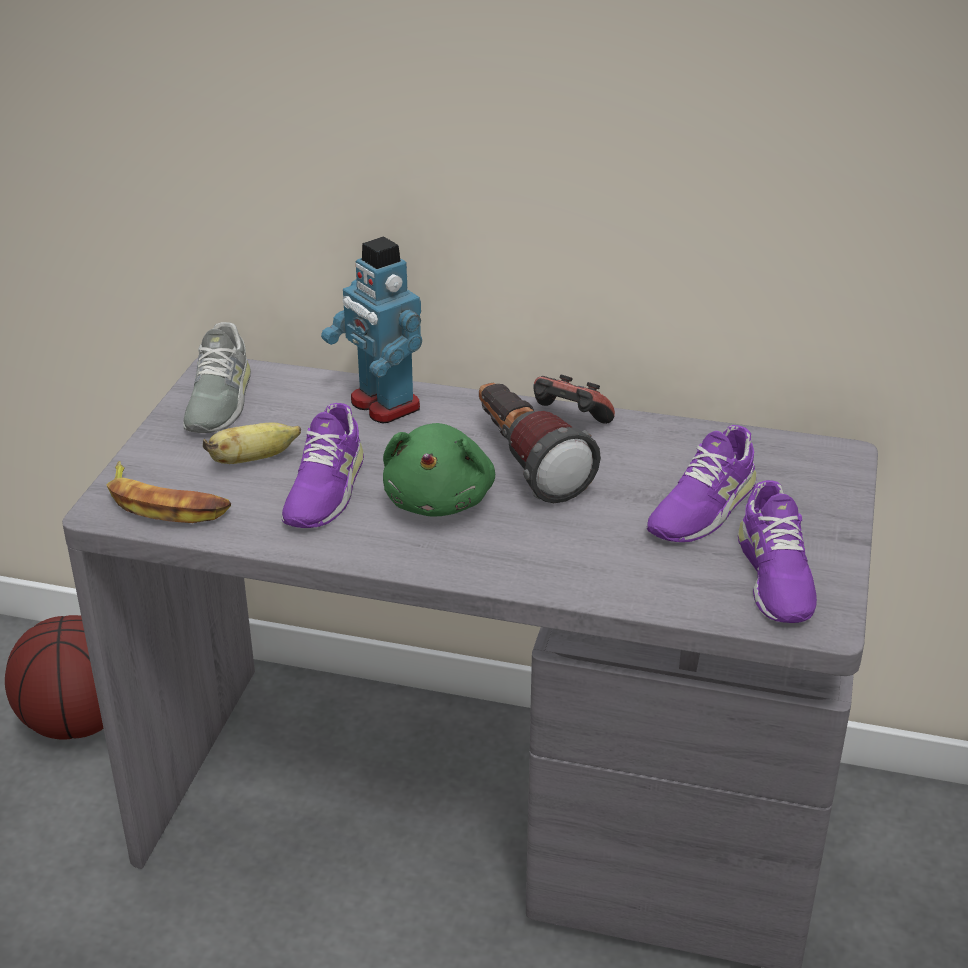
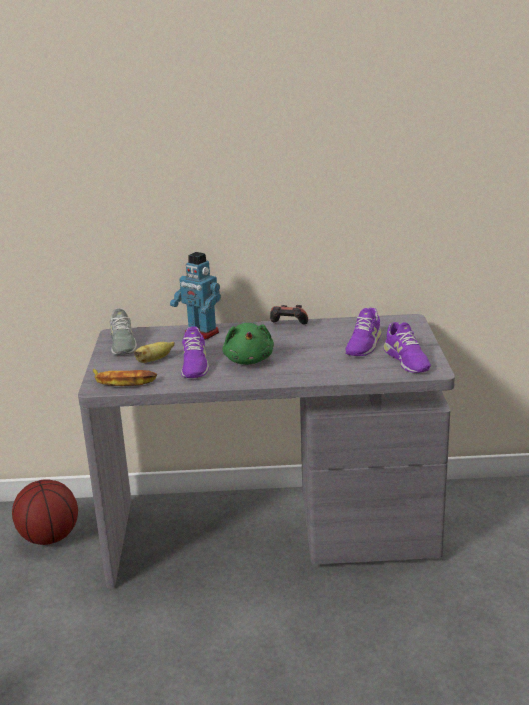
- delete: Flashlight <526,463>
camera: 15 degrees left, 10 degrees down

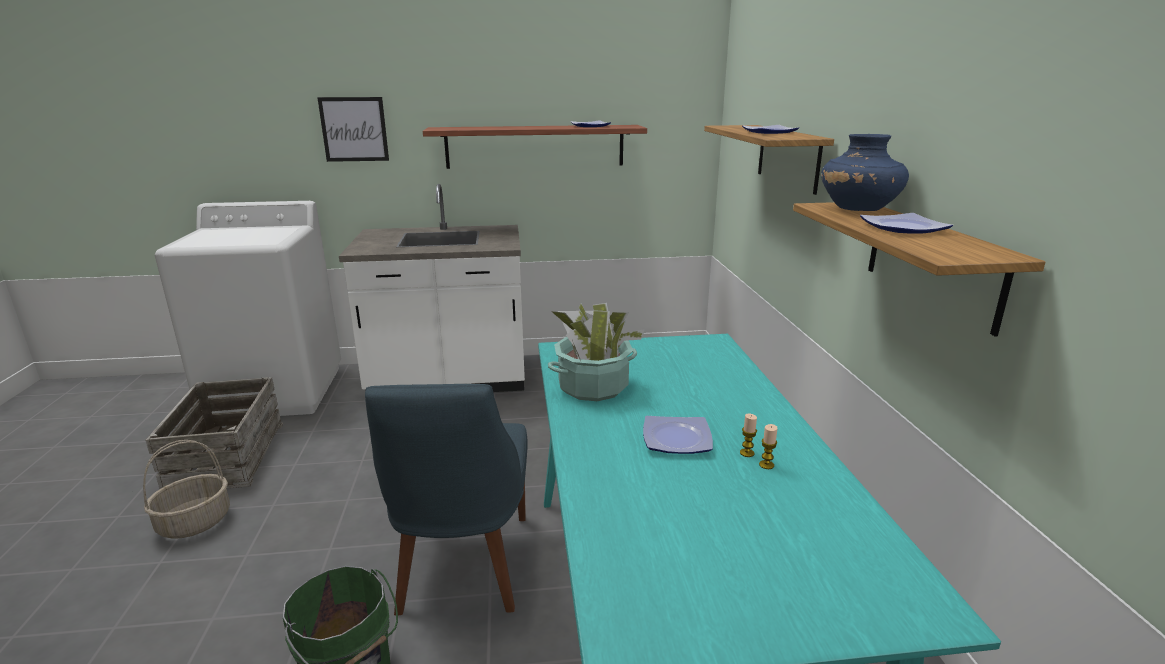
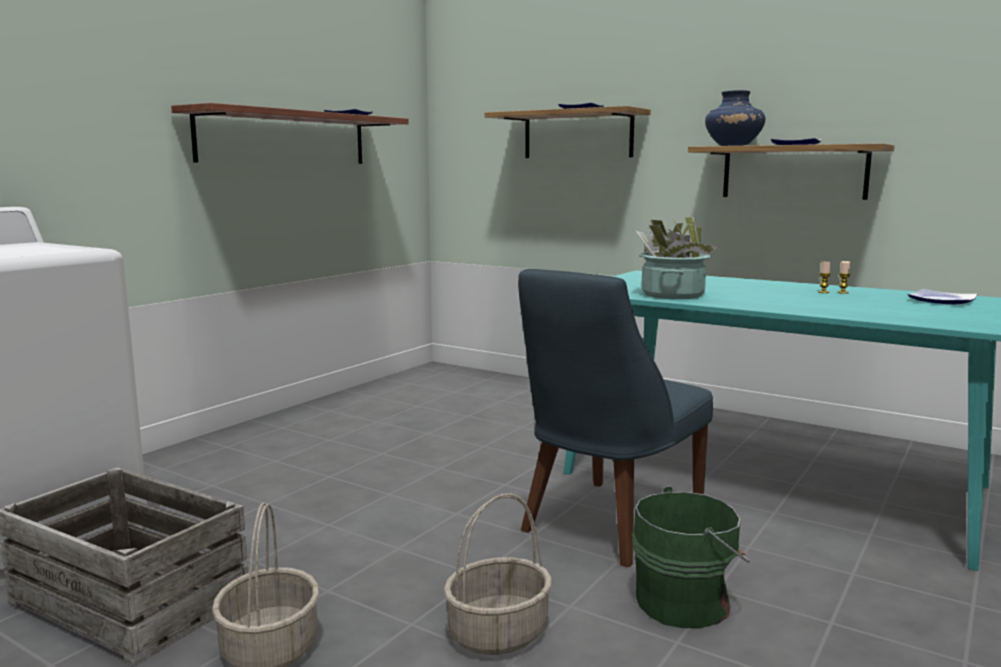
- delete: Picture <354,129>
- delete: WhiteCounter <449,380>
- insert: Basket <498,634>
- move: Plate <675,438> to <940,301>
- rotate: BlueChair <462,568> = <606,524> 90 degrees clockwise
camera: 50 degrees left, 10 degrees down

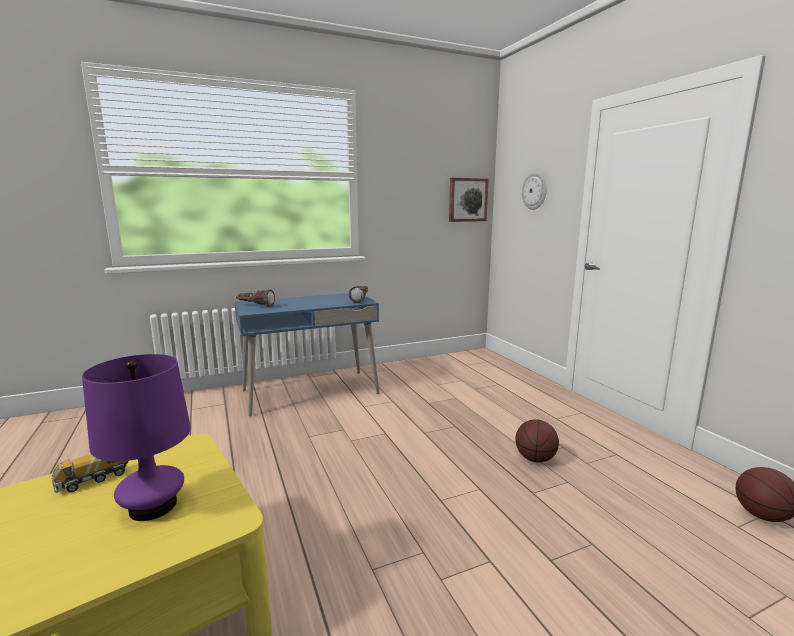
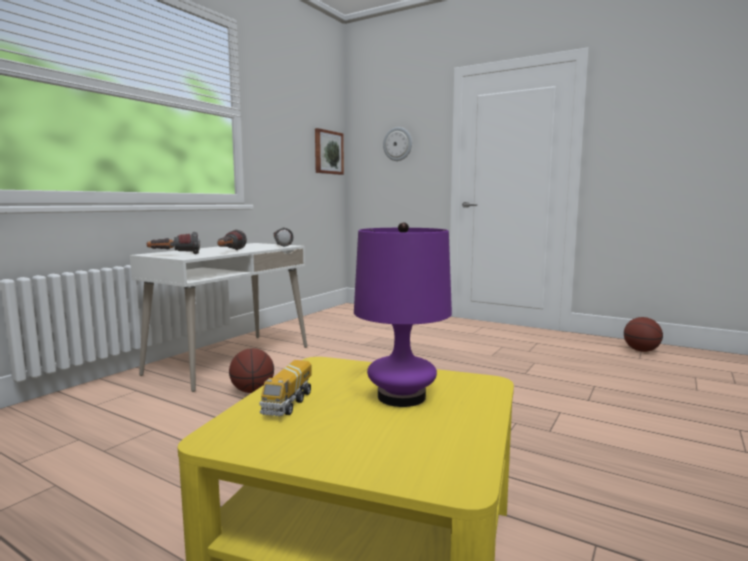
- insert: Flashlight <229,251>
- move: Basketball <535,459> to <252,391>
- recolor: BlueDesk <310,392> to WhiteDesk <230,360>
camera: 35 degrees left, 5 degrees down

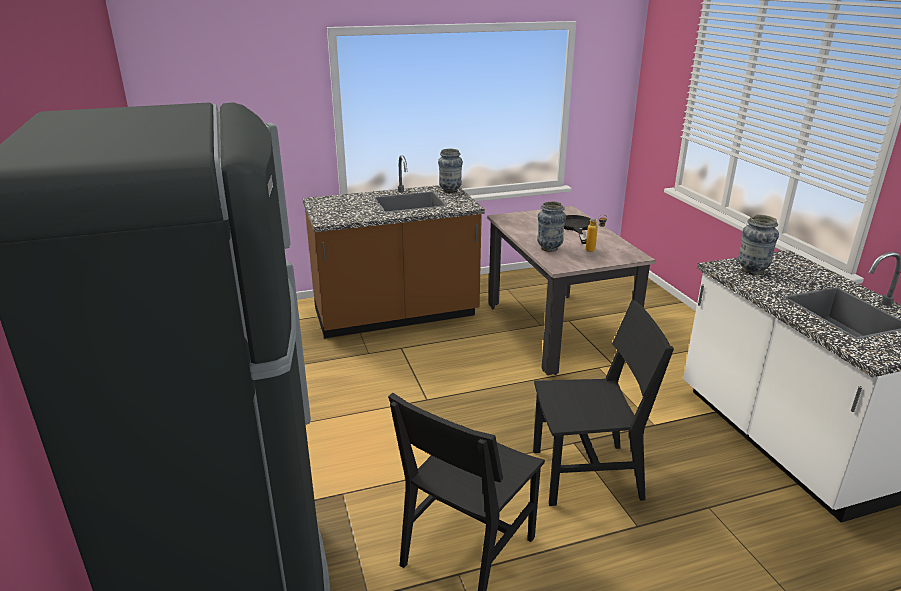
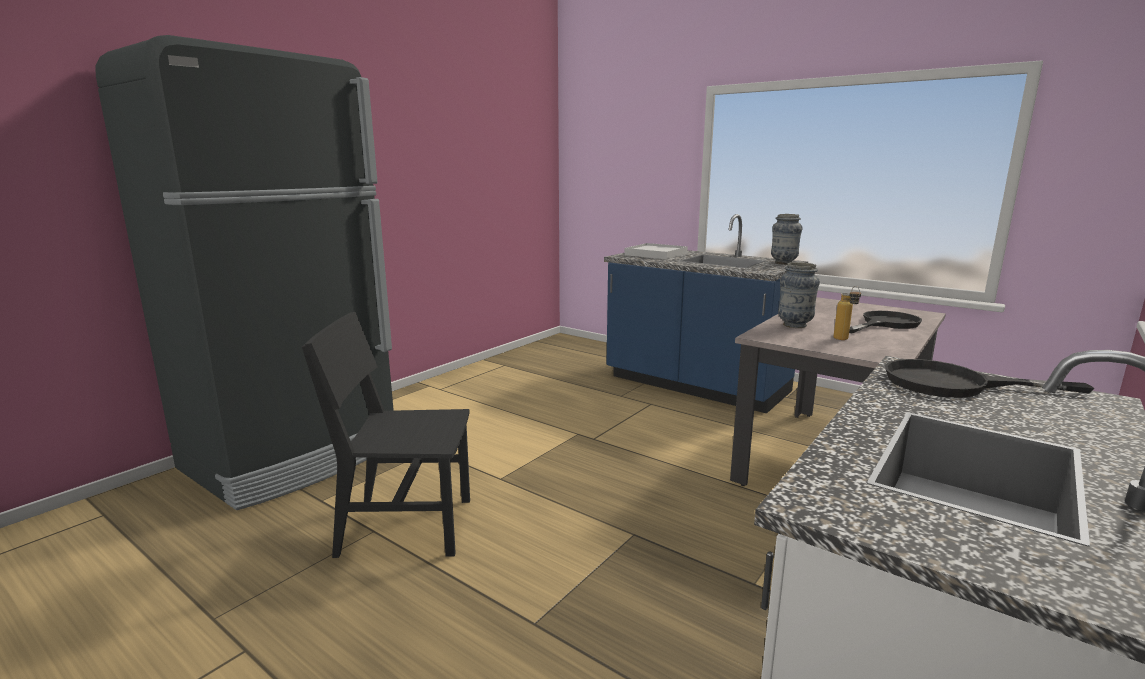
- delete: BlackChair <586,474>
- insert: WhiteTray <656,254>
- replace: Vase <752,270> to BlackFryingPan <954,384>
- recolor: BrownCounter <396,315> to BlueCounter <696,385>
camera: 55 degrees right, 10 degrees down

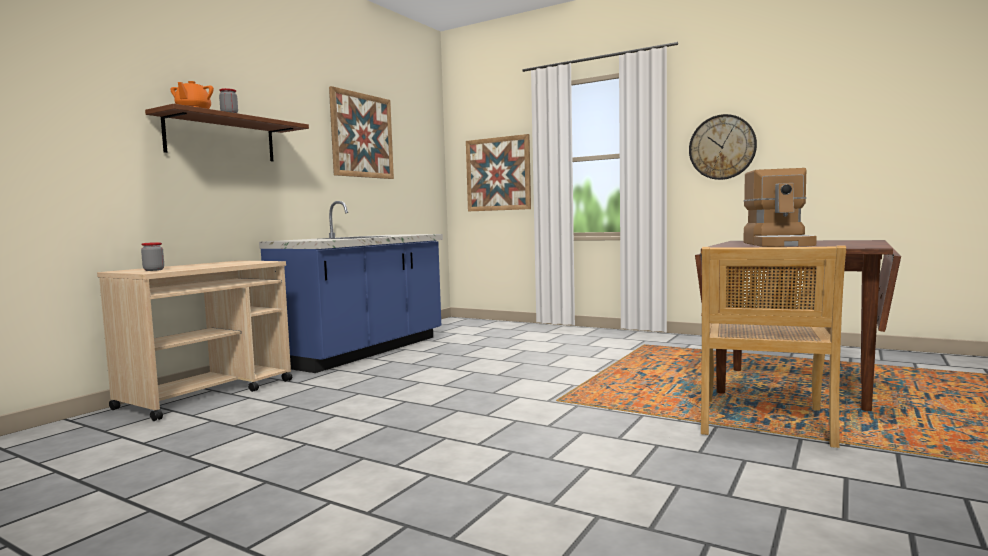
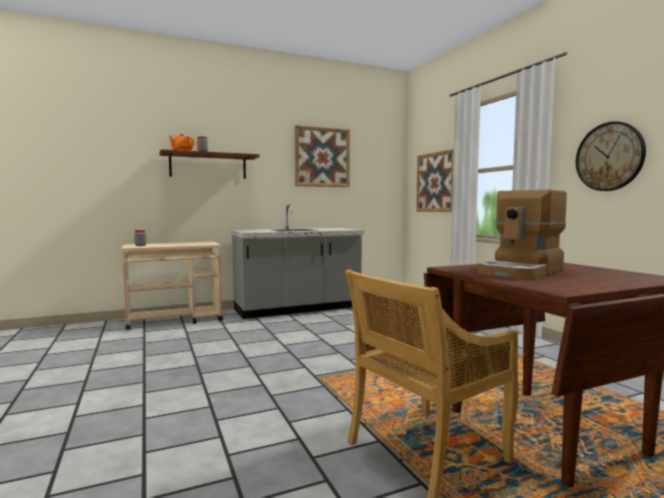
- recolor: BlueCounter <364,351> to GreyCounter <298,309>
camera: 35 degrees right, 0 degrees up

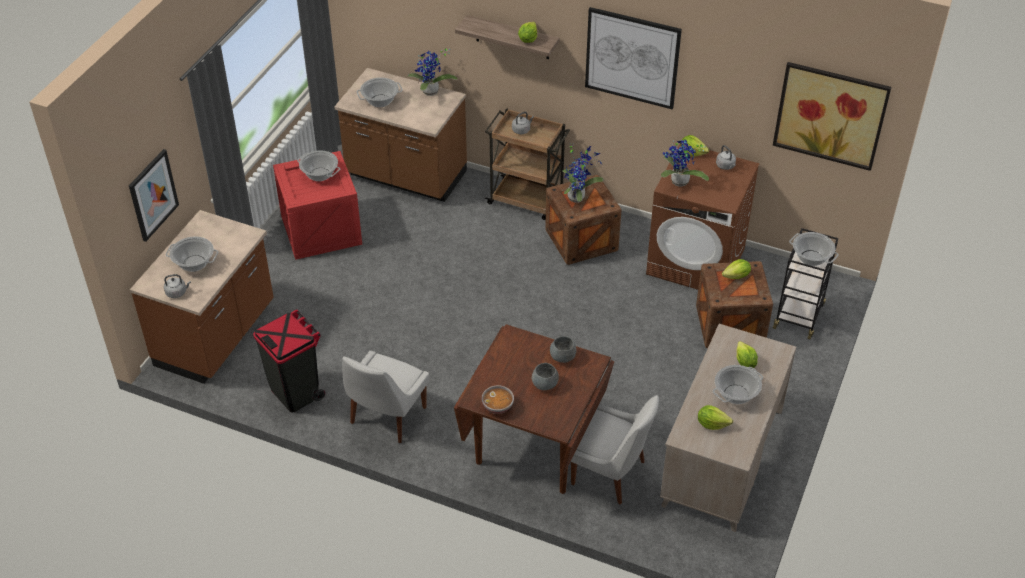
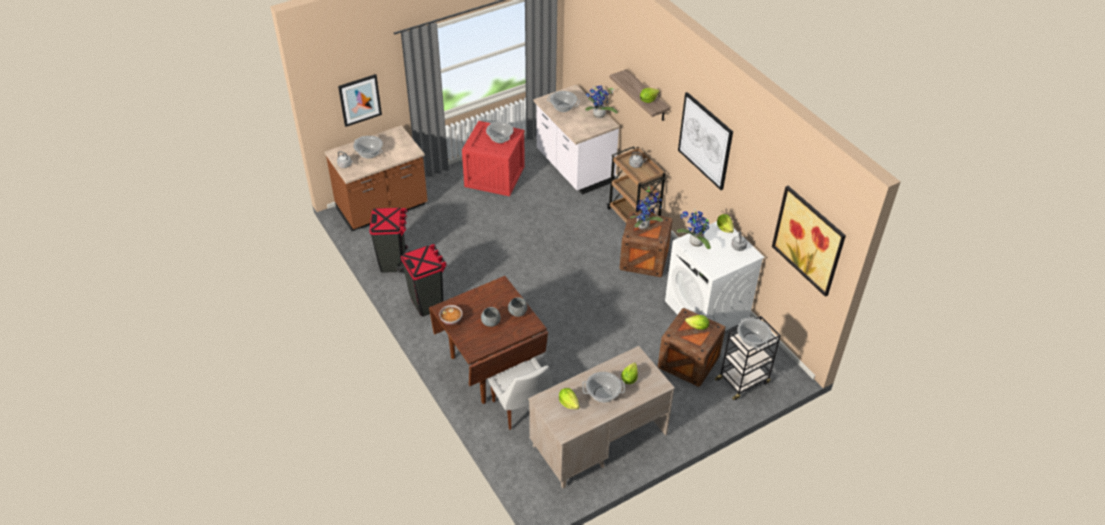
- replace: WhiteChair <386,417> to BlackTrashCan <427,302>
- recolor: BrownCounter <405,176> to WhiteCounter <574,168>
- recolor: BrownWashingMachine <696,261> to WhiteWashingMachine <707,310>
camera: 35 degrees right, 0 degrees up

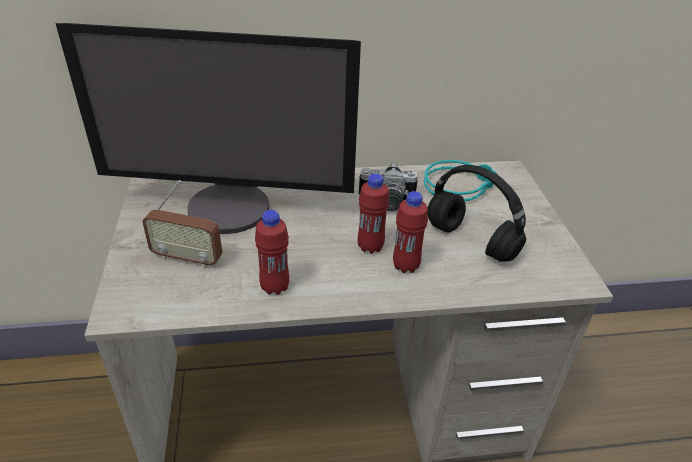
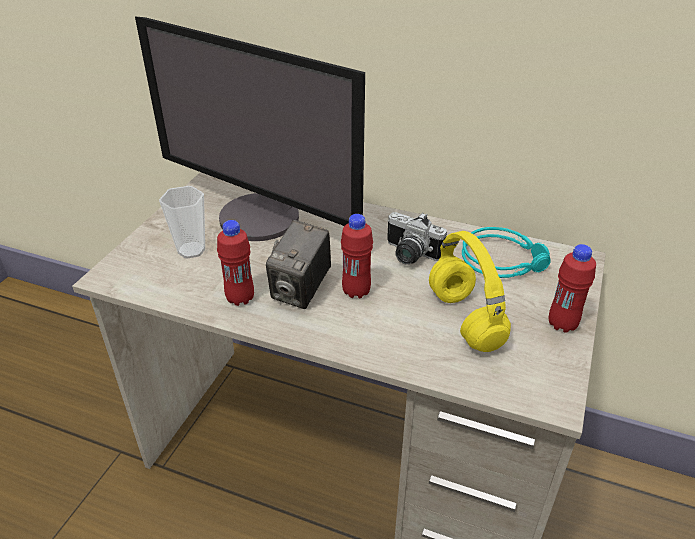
- insert: PhotoCamera <301,290>
- move: RedBottle <406,266> to <562,324>
- replace: Radio <187,258> to Cup <191,250>
- recolor: BlackHeadphones <473,242> to YellowHeadphones <466,321>
camera: 30 degrees right, 0 degrees up

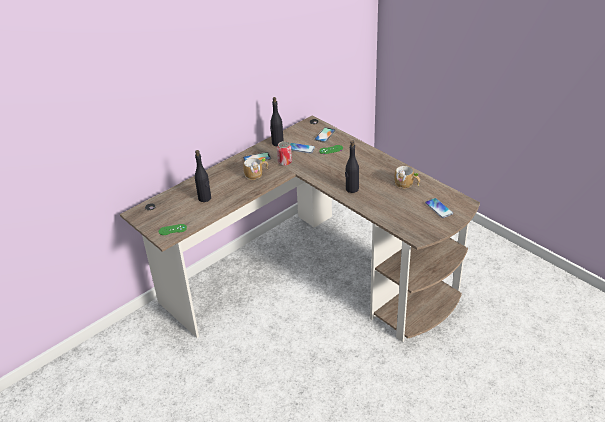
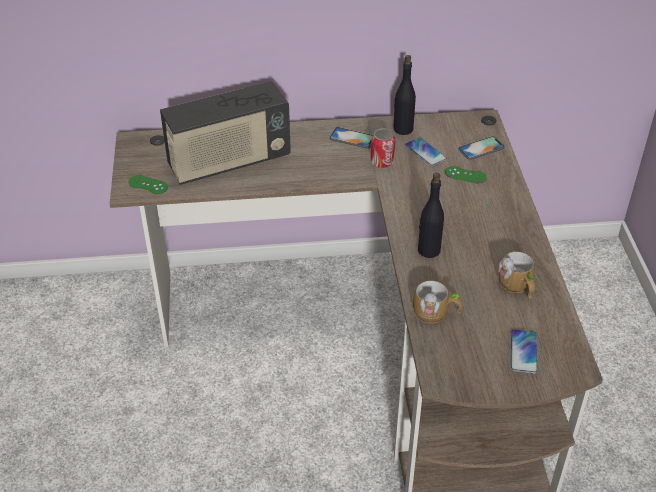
- move: Mug <256,174> to <436,313>
- replace: BlackBottle <205,198> to Radio <229,162>
camera: 35 degrees right, 5 degrees up

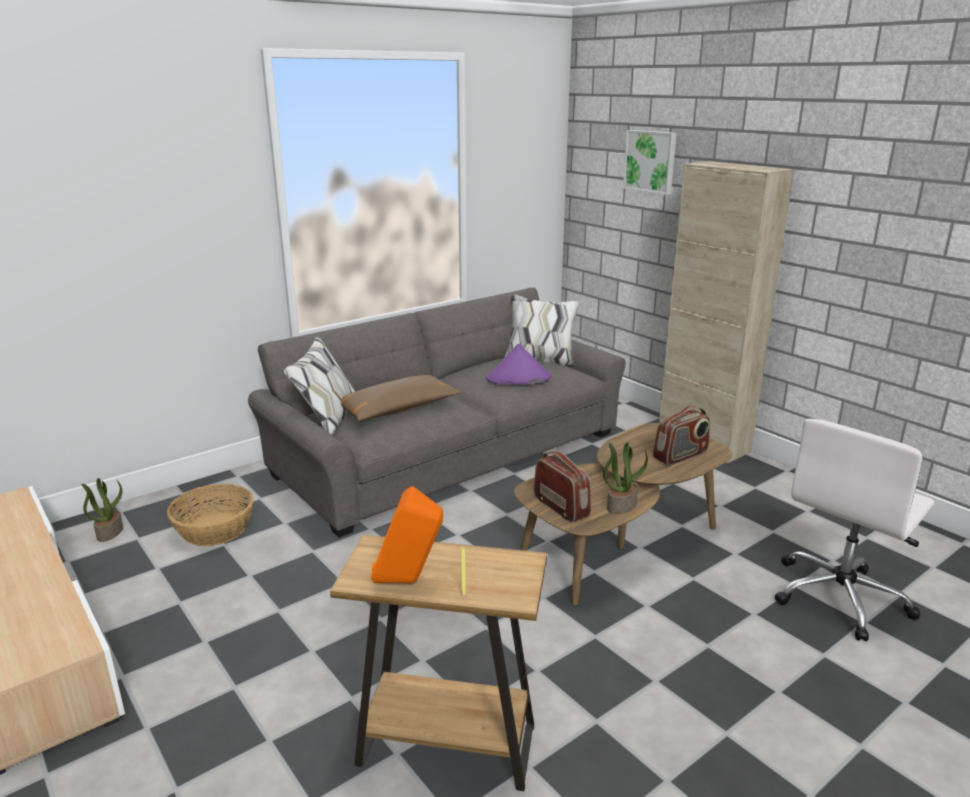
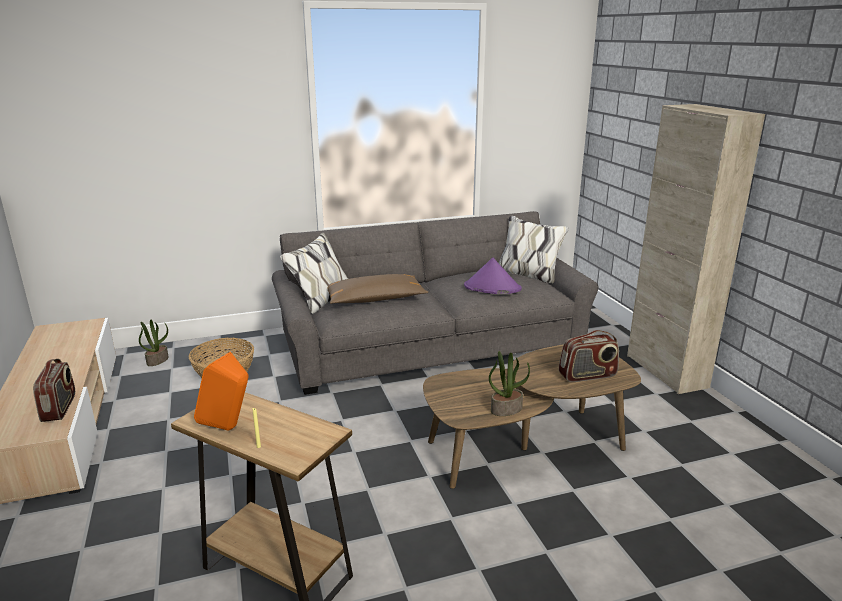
- delete: Picture <651,161>
- delete: WhiteOfficeChair <840,597>
- move: Radio <561,507> to <59,408>
camera: 20 degrees right, 0 degrees up

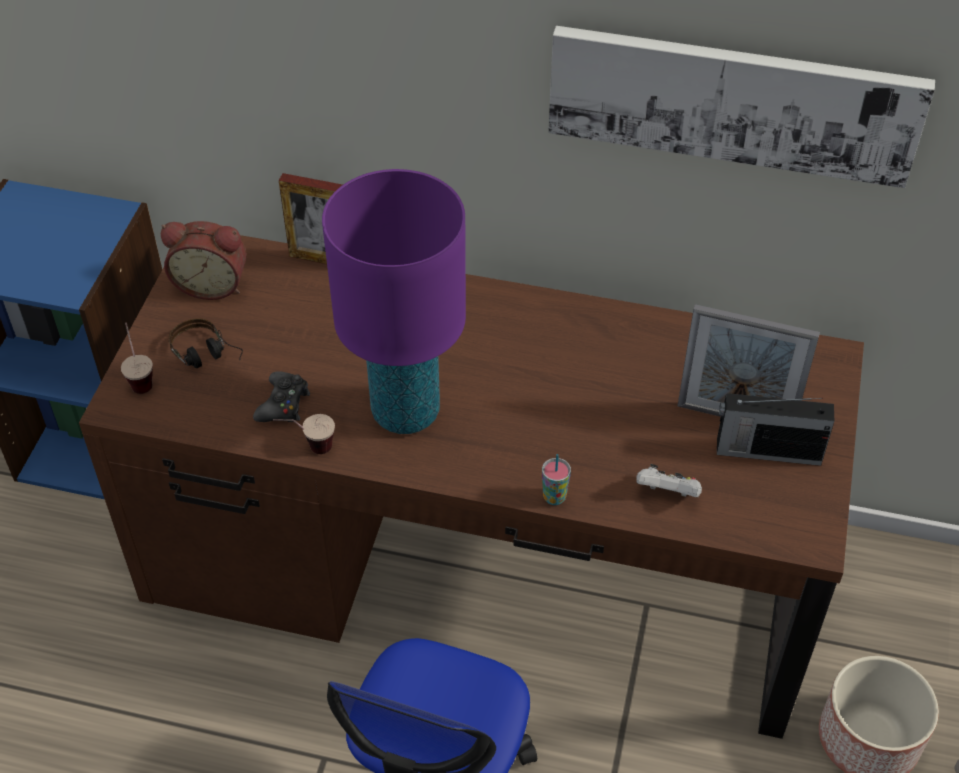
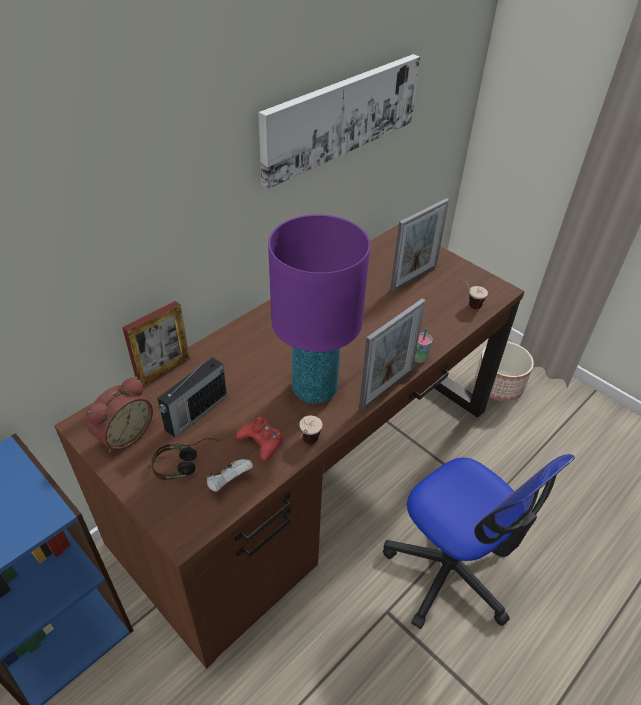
- insert: PictureFrame <386,388>
- move: Cup <140,377> to <467,304>
- move: WhiteGameController <667,493> to <229,482>
- move: Radio <766,451> to <195,413>
- recolor: BlackGameController <283,404> to RedGameController <261,442>
camera: 60 degrees left, 5 degrees down

